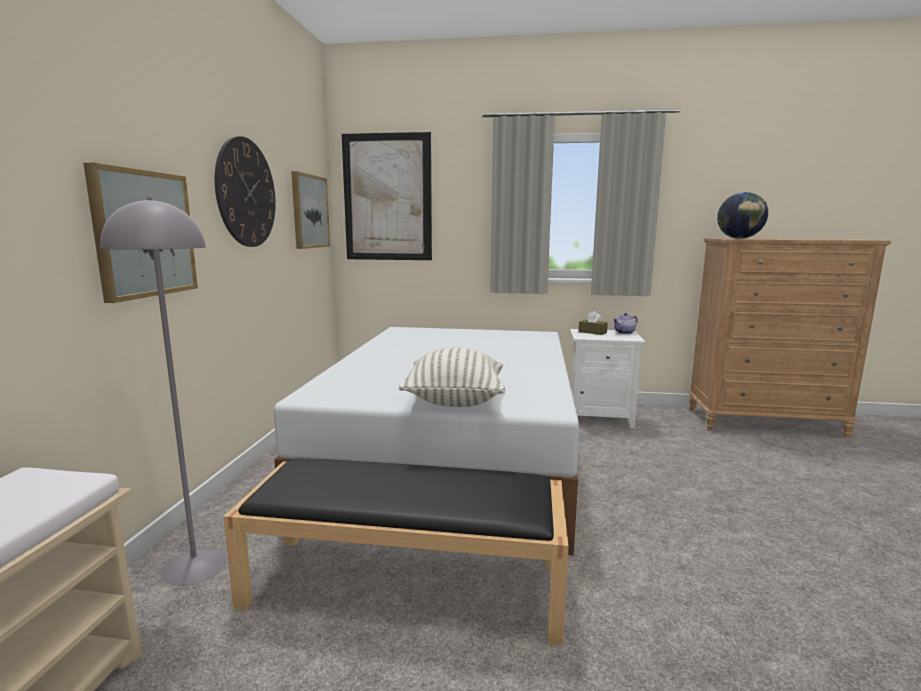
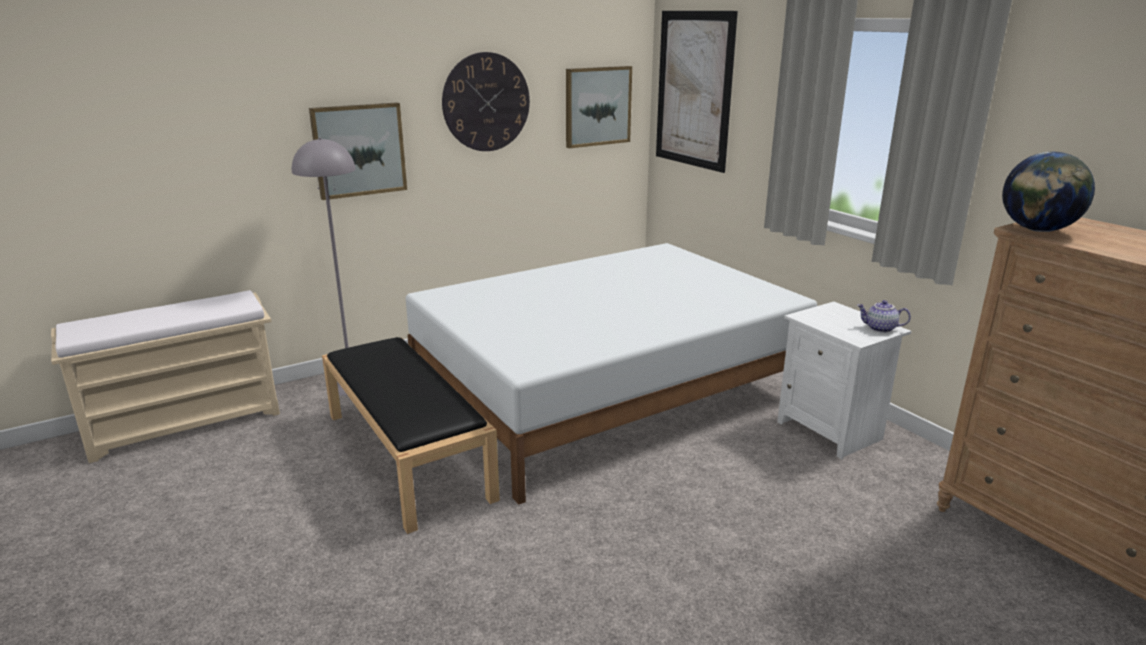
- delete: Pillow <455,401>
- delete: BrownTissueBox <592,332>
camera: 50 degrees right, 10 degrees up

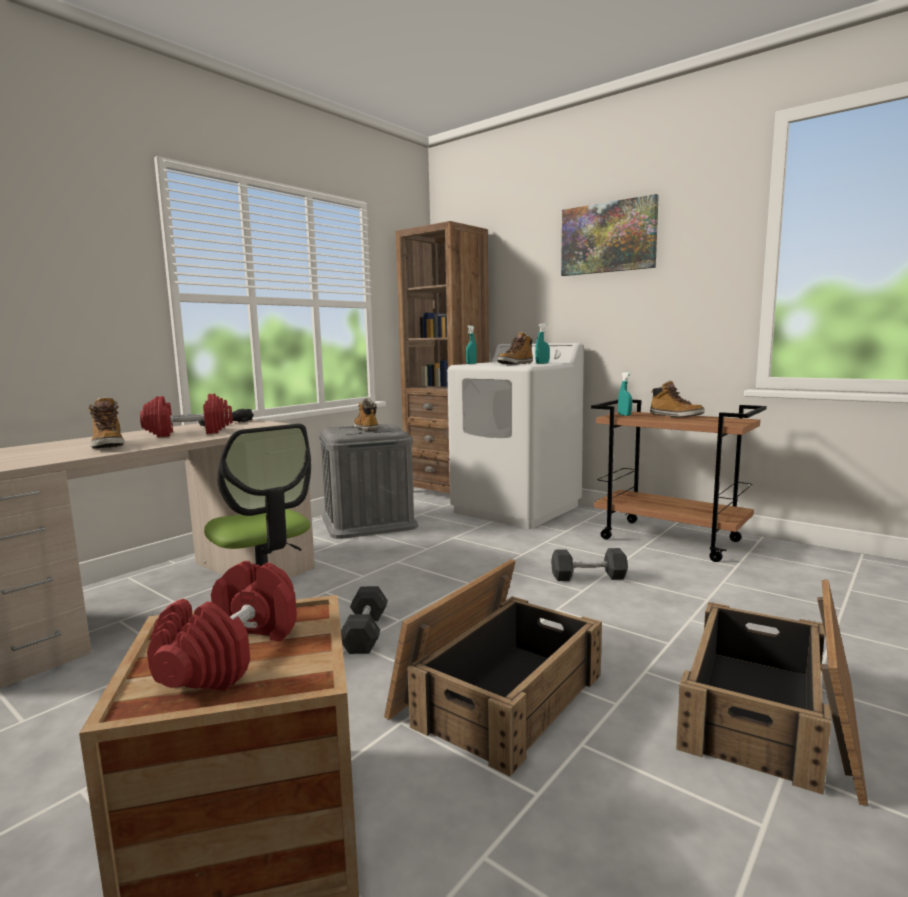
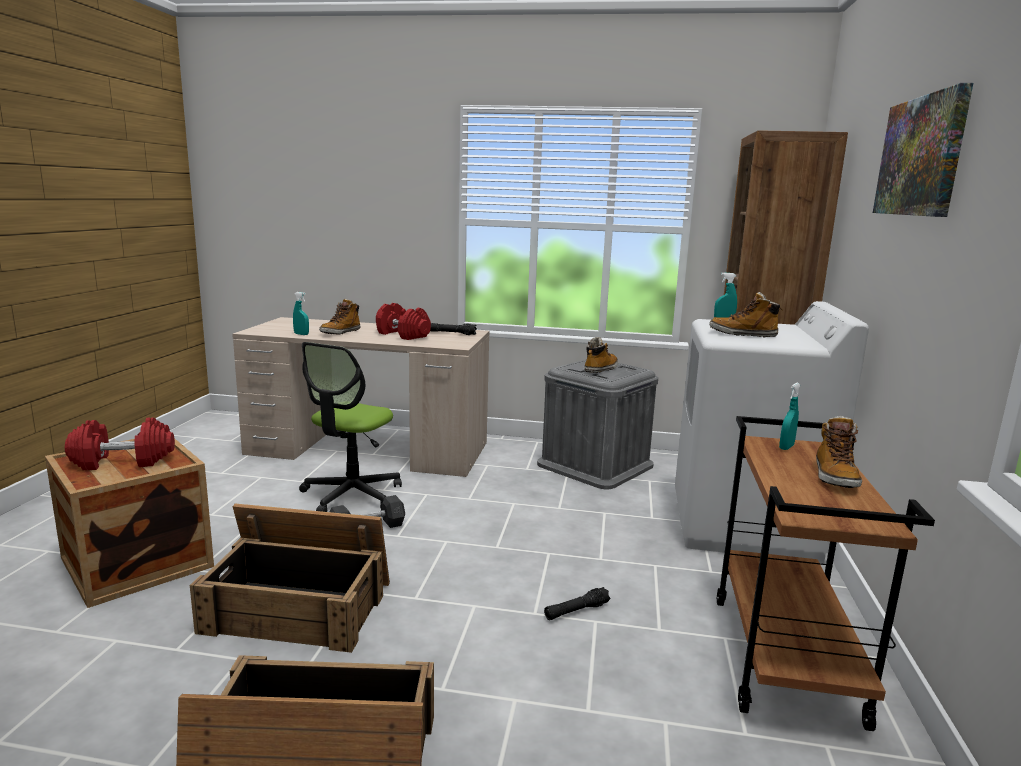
- move: TurquoiseSprayBottle <542,363> to <301,334>
- replace: GreyDumbbell <588,577> to BlackFlashlight <576,611>
camera: 60 degrees right, 5 degrees up

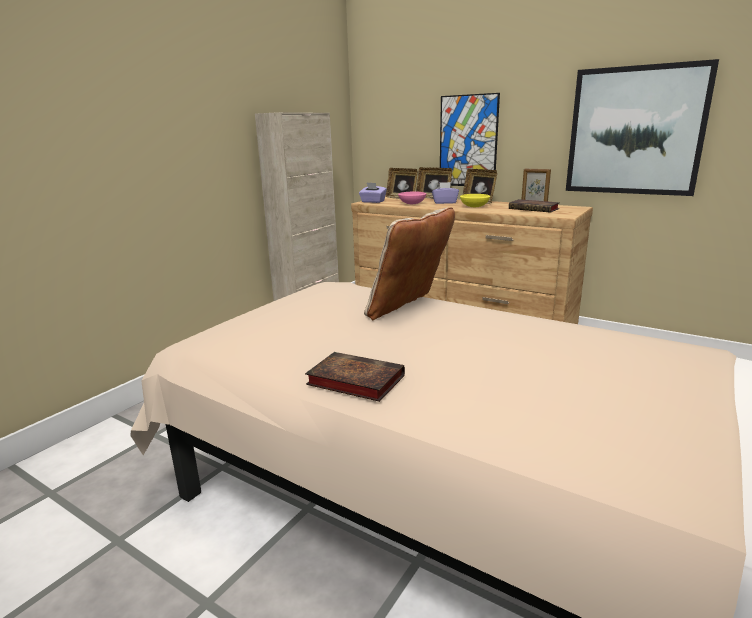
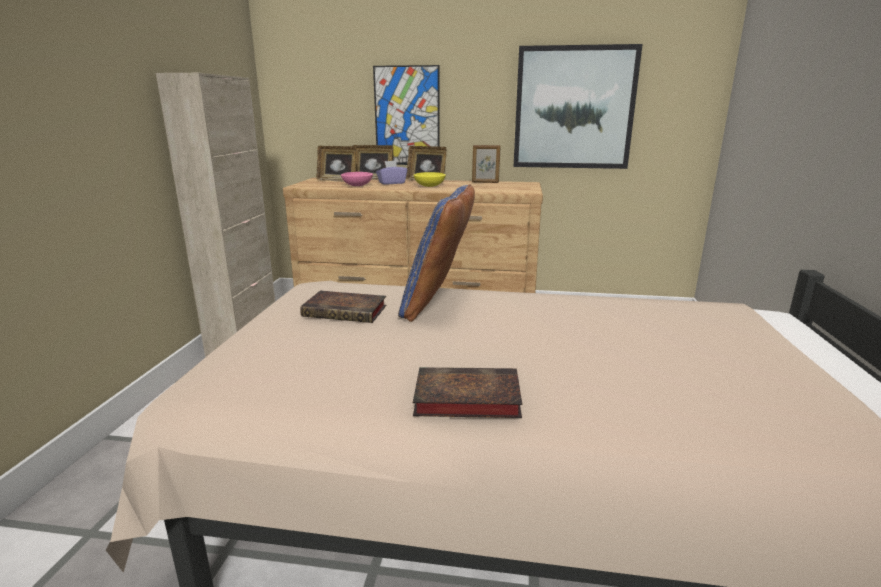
- delete: PurpleTissueBox <372,202>
- move: Book <535,209> to <347,311>
- recolor: BeigePillow <410,309> to BluePillow <438,302>
camera: 25 degrees left, 0 degrees up

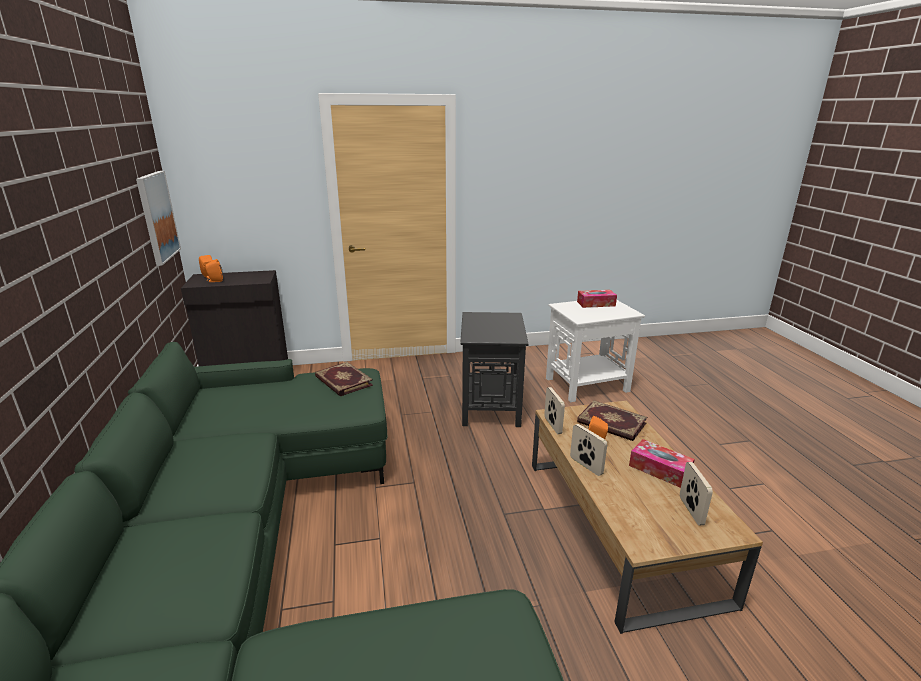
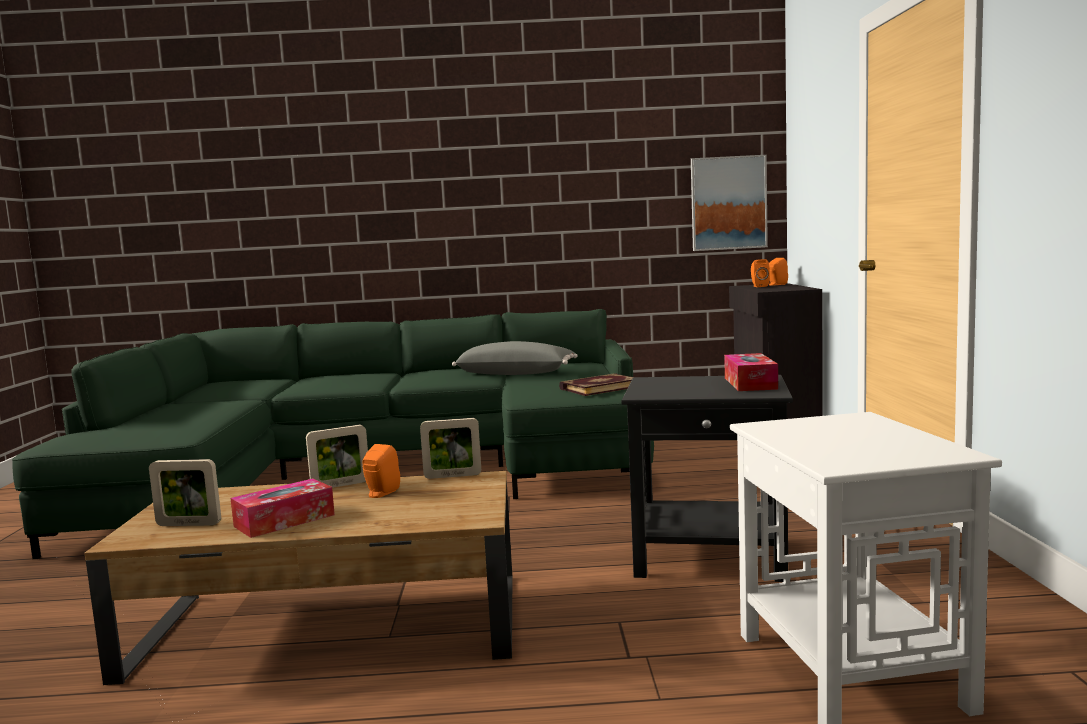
- delete: Book <611,423>
- insert: GreyPillow <516,373>
- move: TissueBox <596,304> to <750,383>
camera: 100 degrees right, 15 degrees down

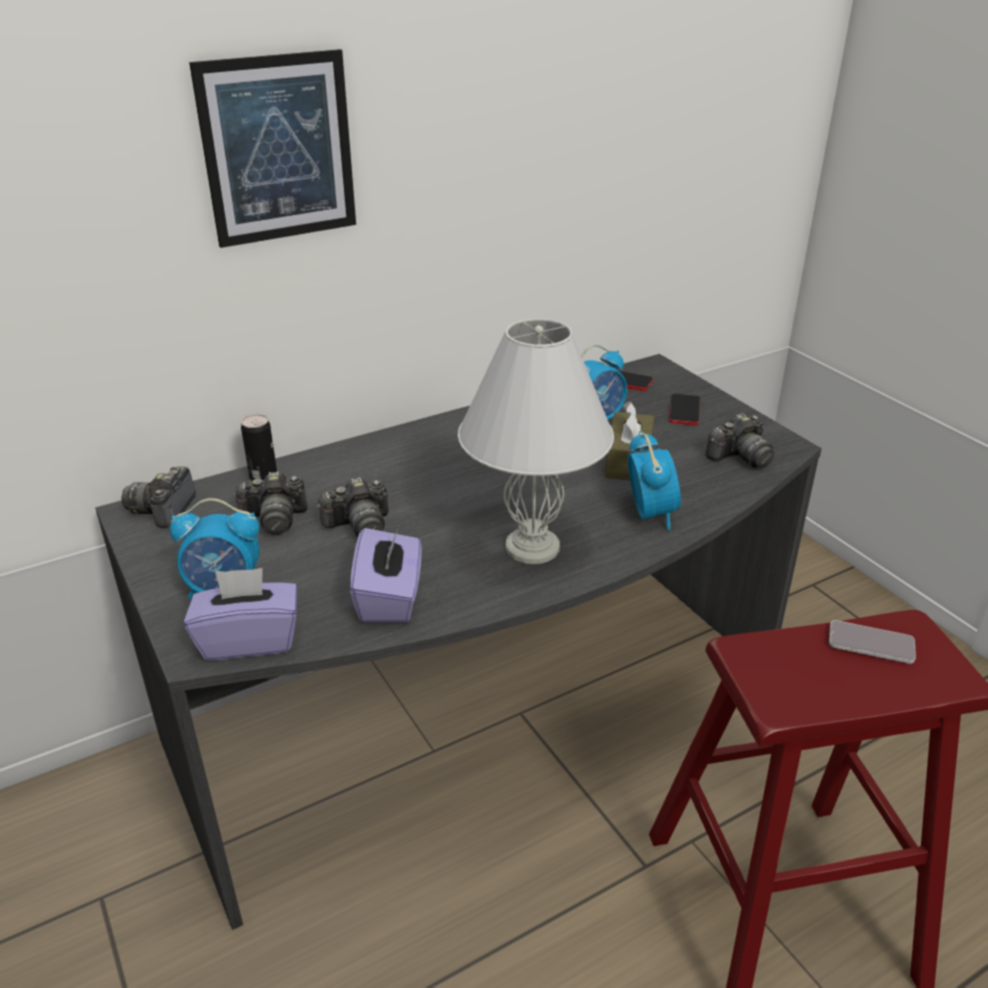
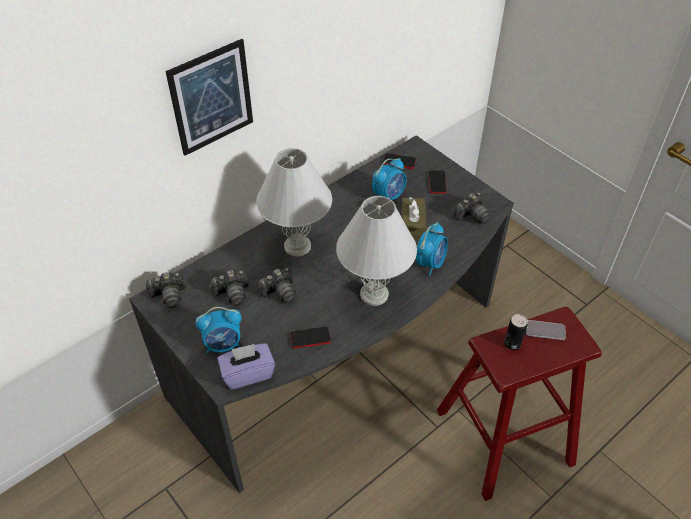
- insert: WhiteTableLamp <297,246>
- move: Can <263,476> to <512,343>
- replace: PurpleTissueBox <390,598> to Phone <310,338>
- rotate: PhotoCamera <164,510> = <169,295> 105 degrees counterclockwise
- rotate: AlarmClock <650,514> = <430,263> 45 degrees clockwise
camera: 10 degrees left, 15 degrees up

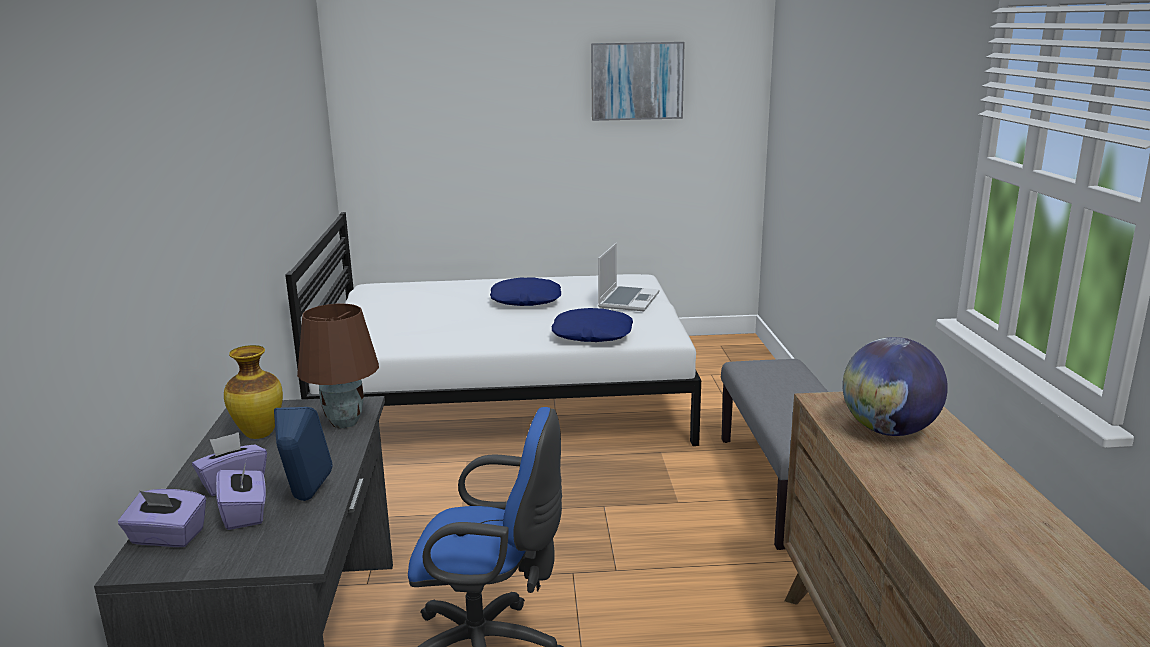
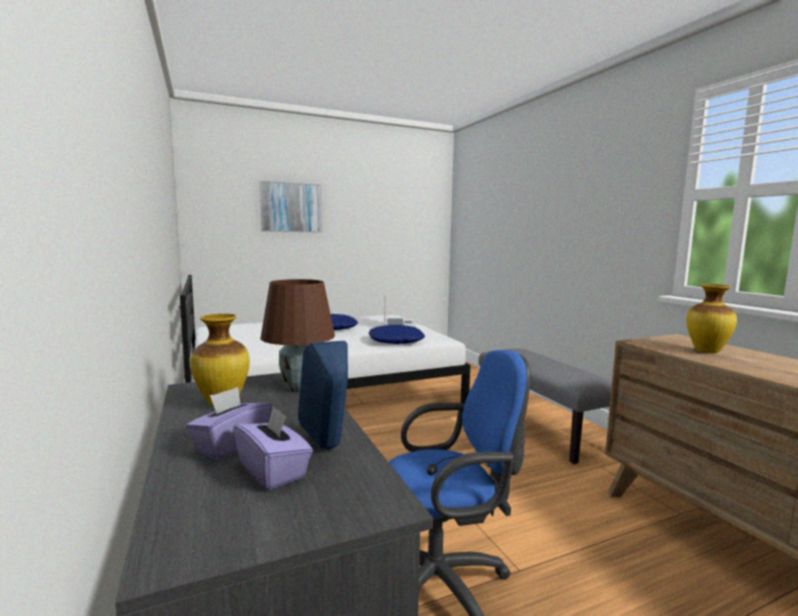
- delete: PurpleTissueBox <167,537>
- move: Picture <637,81> to <291,207>
- replace: Globe <889,431> to Vase <707,352>
camera: 20 degrees left, 10 degrees down

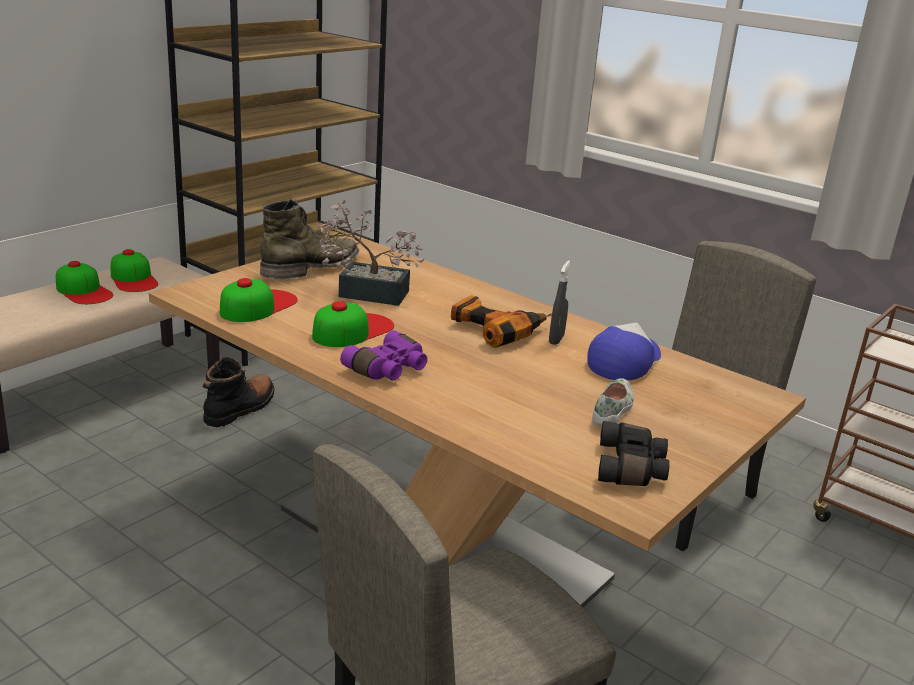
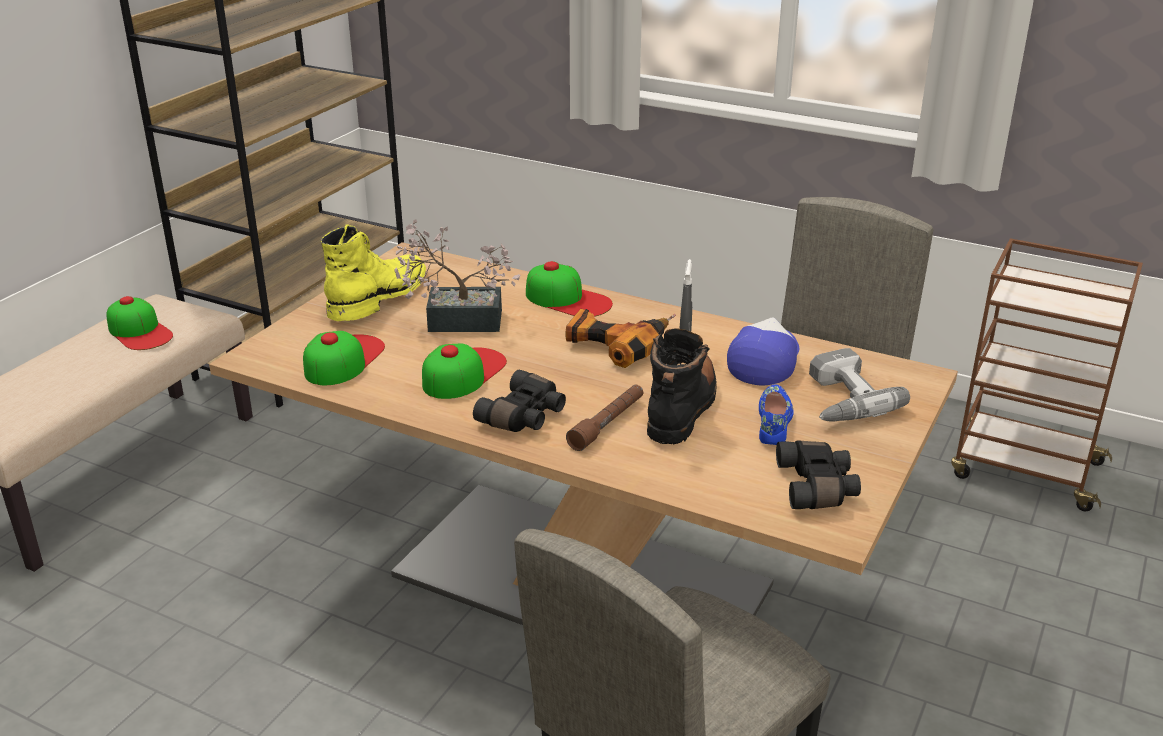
- insert: BrownFlashlight <607,424>
- insert: PowerDrill <840,399>
- move: Cap <84,291> to <568,299>
- move: BlackBoot <240,409> to <681,408>
- recolor: GreenBoot <312,267> to YellowBoot <380,297>
- recolor: PurpleBinoculars <388,369> to BlackBinoculars <524,416>
- recolor: WhiteShoe <613,409> to BlueShoe <774,421>
camera: 10 degrees left, 5 degrees up

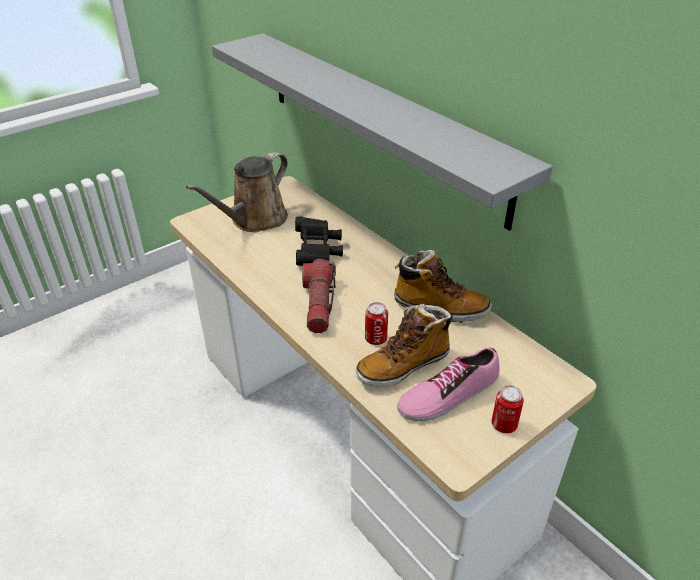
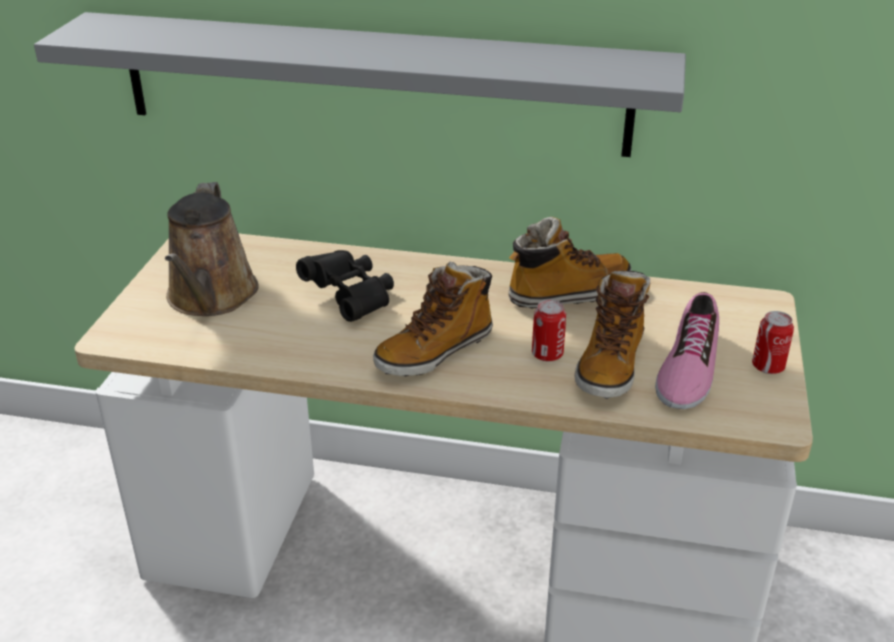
- replace: Flashlight <319,304> to Boot <435,351>
camera: 40 degrees left, 5 degrees down

